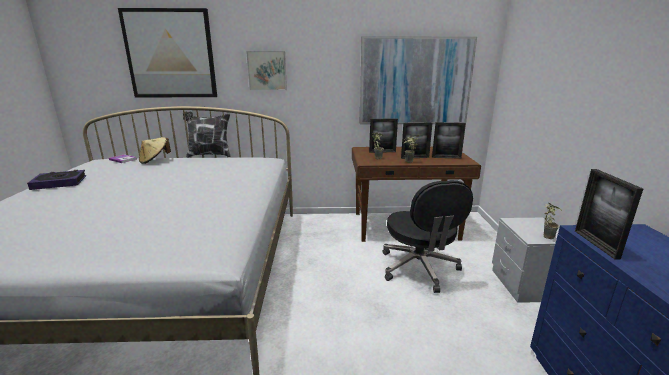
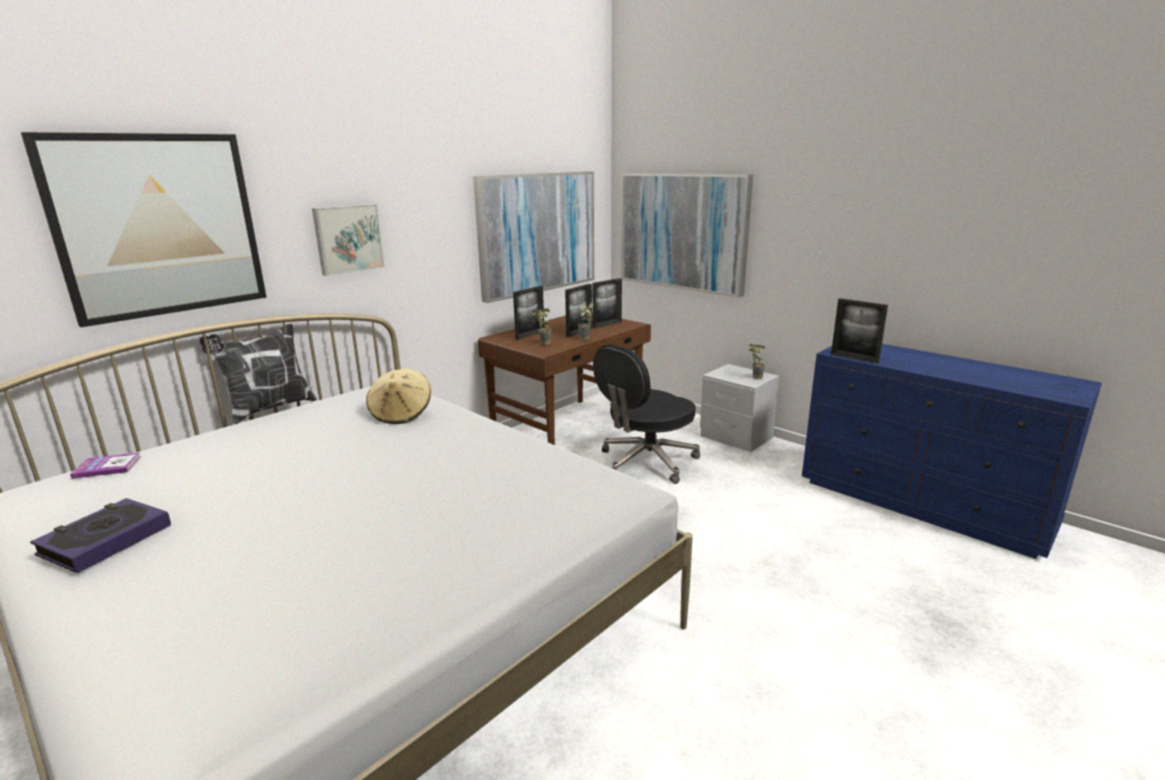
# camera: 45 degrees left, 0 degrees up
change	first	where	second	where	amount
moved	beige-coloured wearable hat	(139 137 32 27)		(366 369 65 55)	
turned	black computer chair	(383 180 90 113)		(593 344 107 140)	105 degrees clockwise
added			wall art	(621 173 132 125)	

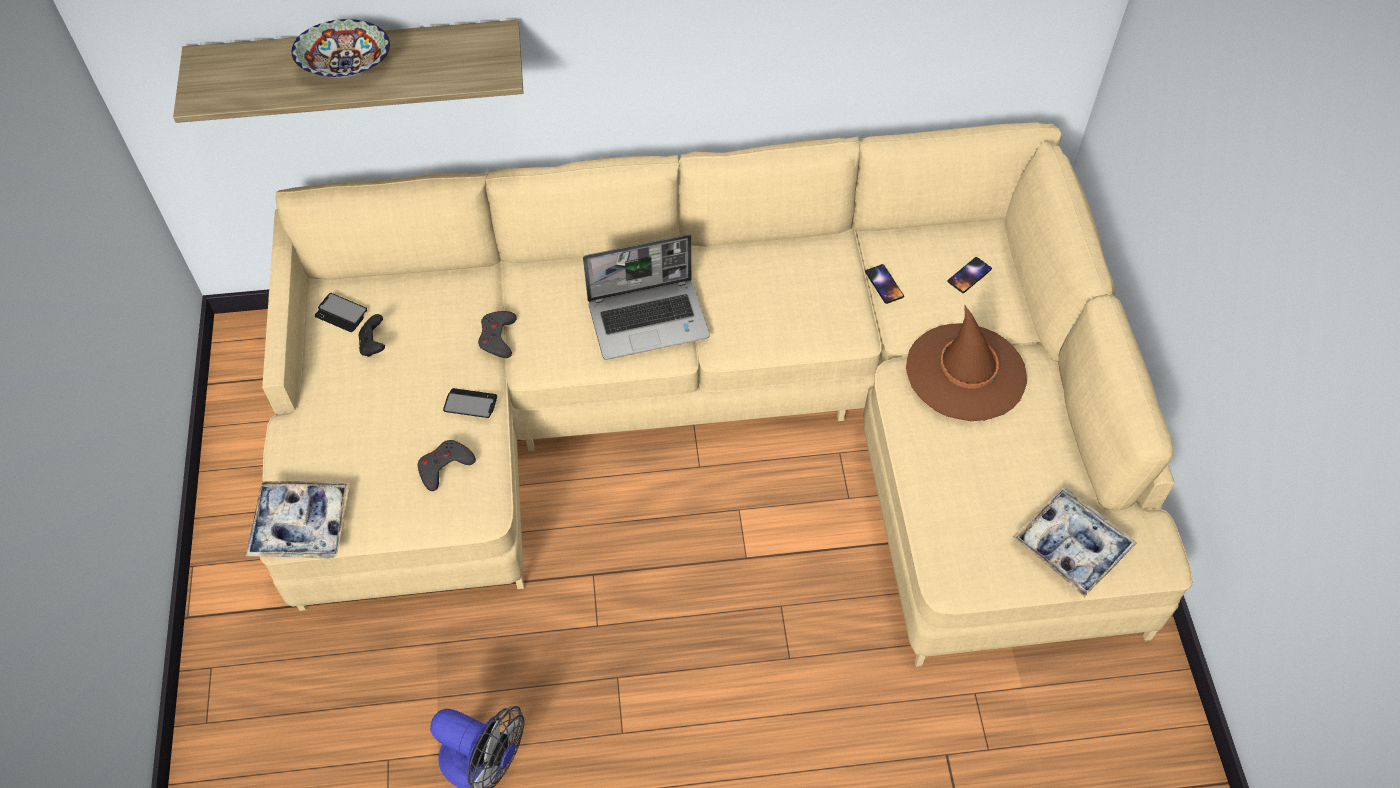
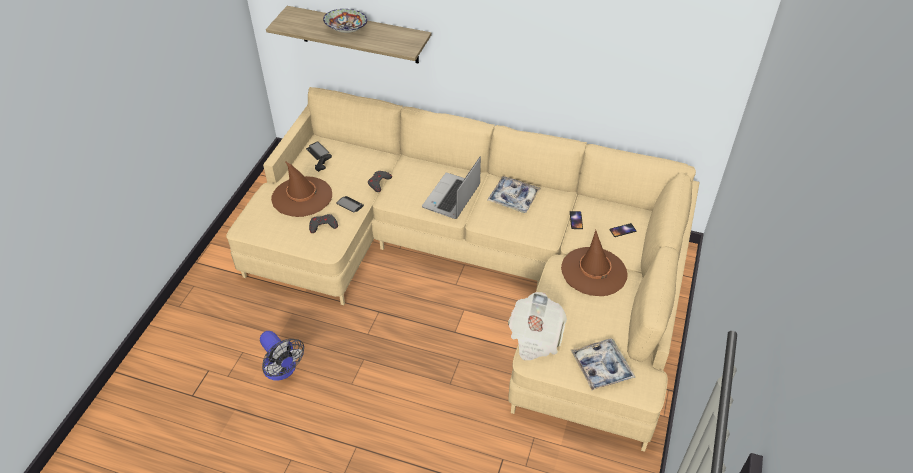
# camera: 25 degrees right, 10 degrees down
change	first	where	second	where	amount
added			brown wearable hat	(271 161 61 56)	
turned	laptop	(583 234 127 126)		(422 156 59 63)	105 degrees clockwise
moved	tray	(246 481 104 78)		(487 176 54 37)	
added			newspaper	(508 292 59 69)	

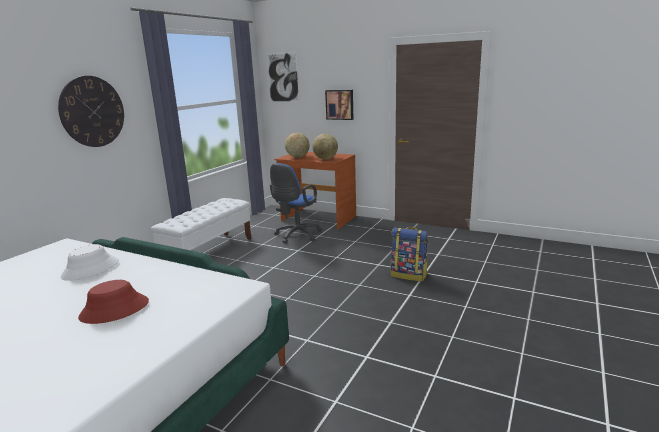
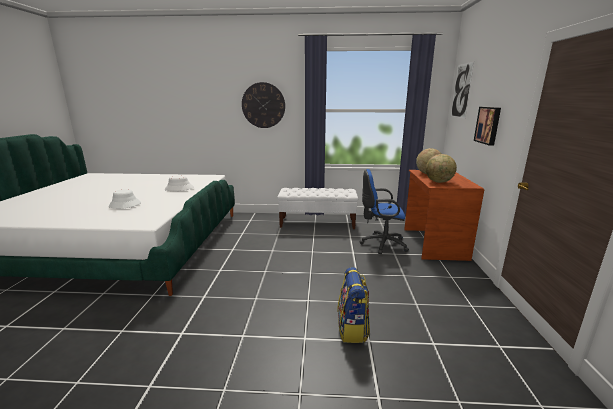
# camera: 65 degrees right, 0 degrees up
change	first	where	second	where	amount
recoloured	red-coloured wearable hat	(78 280 71 44)	white-coloured wearable hat	(109 189 32 20)	

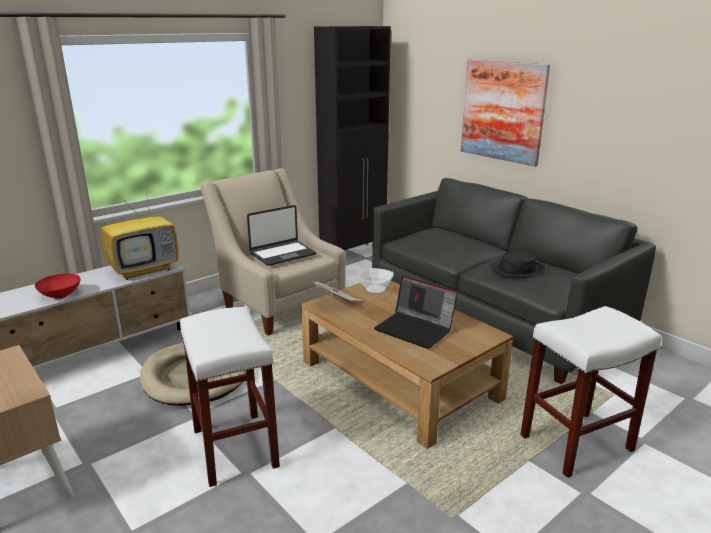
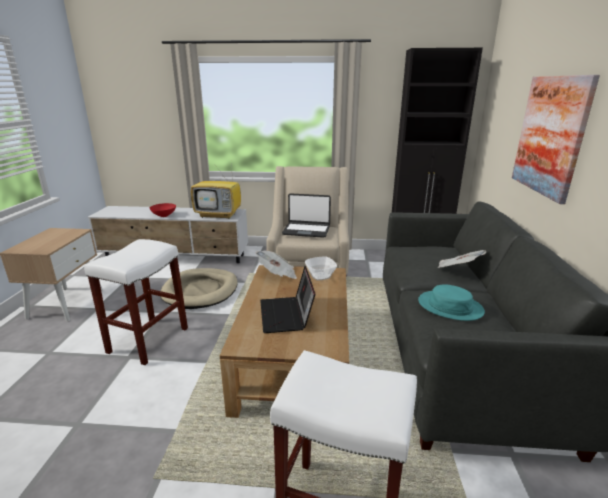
# camera: 45 degrees right, 0 degrees up
change	first	where	second	where	amount
recoloured	black wearable hat	(490 251 56 27)	turquoise wearable hat	(418 284 67 37)	
added			newspaper	(438 250 49 18)	

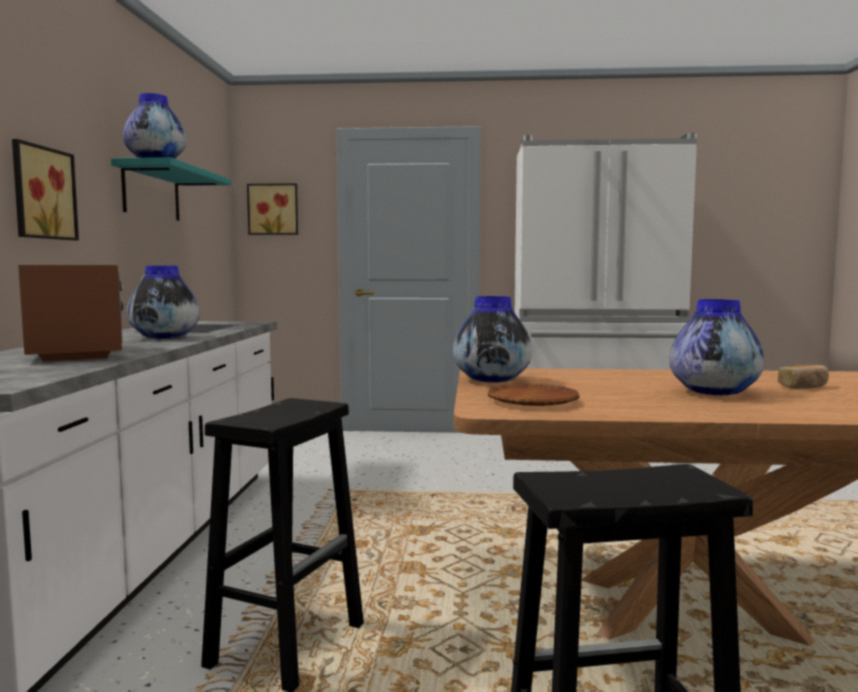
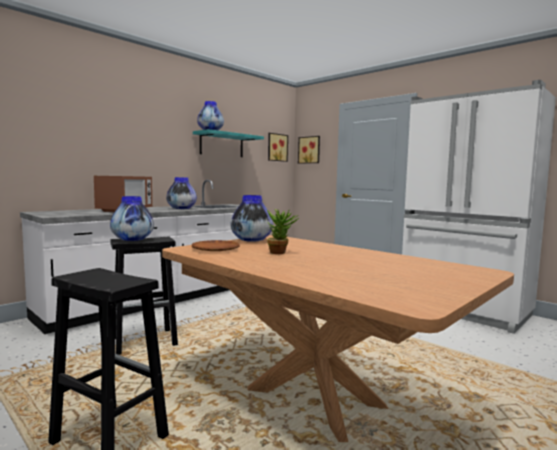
# camera: 40 degrees right, 0 degrees up
change	first	where	second	where	amount
moved	decorative vase	(669 299 95 96)		(110 196 44 45)	
added			houseplant	(266 209 33 45)	
moved	wall art	(12 139 67 102)		(268 133 20 29)	
removed	bread	(778 365 51 24)			

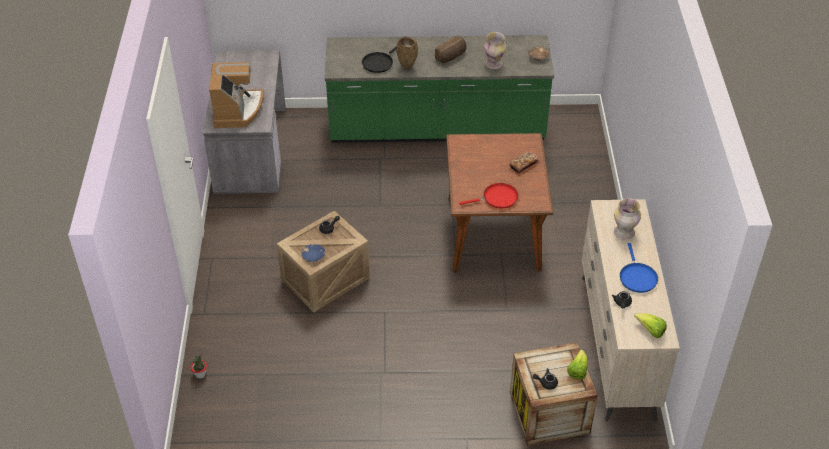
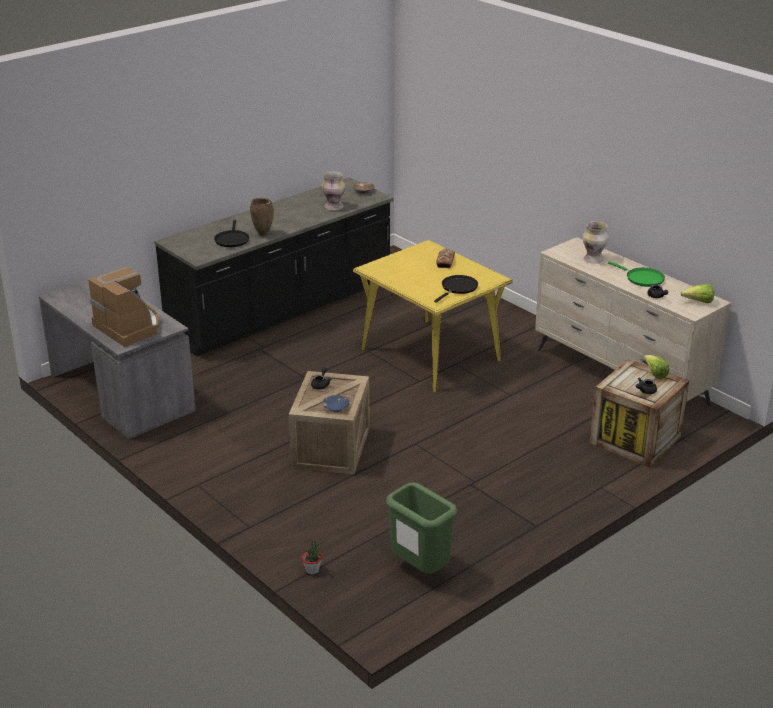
# camera: 40 degrees left, 15 degrees down
change	first	where	second	where	amount
recoloured	green-coloured kitchen base unit	(325 35 229 108)	black kitchen base unit	(154 177 240 179)	
recoloured	brown dining table	(446 133 107 140)	yellow dining table	(353 240 160 152)	
added			green-coloured trash can	(386 482 71 91)	
recoloured	red-coloured frying pan	(459 183 59 25)	black frying pan	(434 275 44 28)	
recoloured	blue frying pan	(620 243 38 50)	green-coloured frying pan	(608 261 57 26)	
removed	bread	(435 35 31 28)			

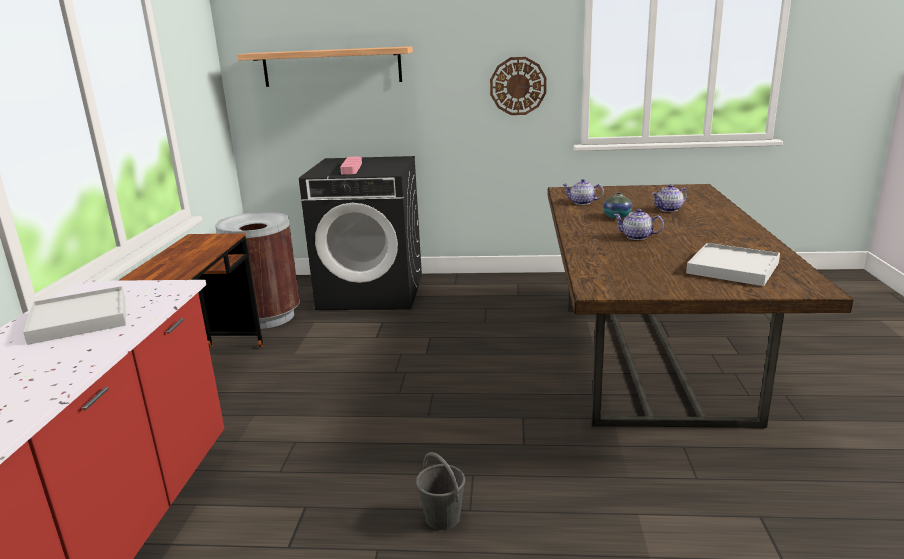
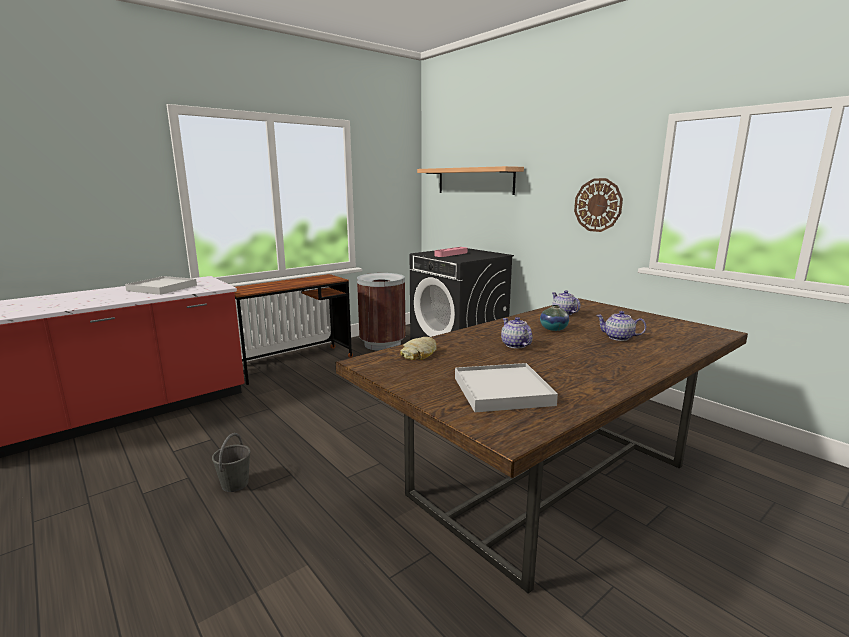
# camera: 45 degrees right, 5 degrees down
change	first	where	second	where	amount
added			bread	(400 337 37 23)	

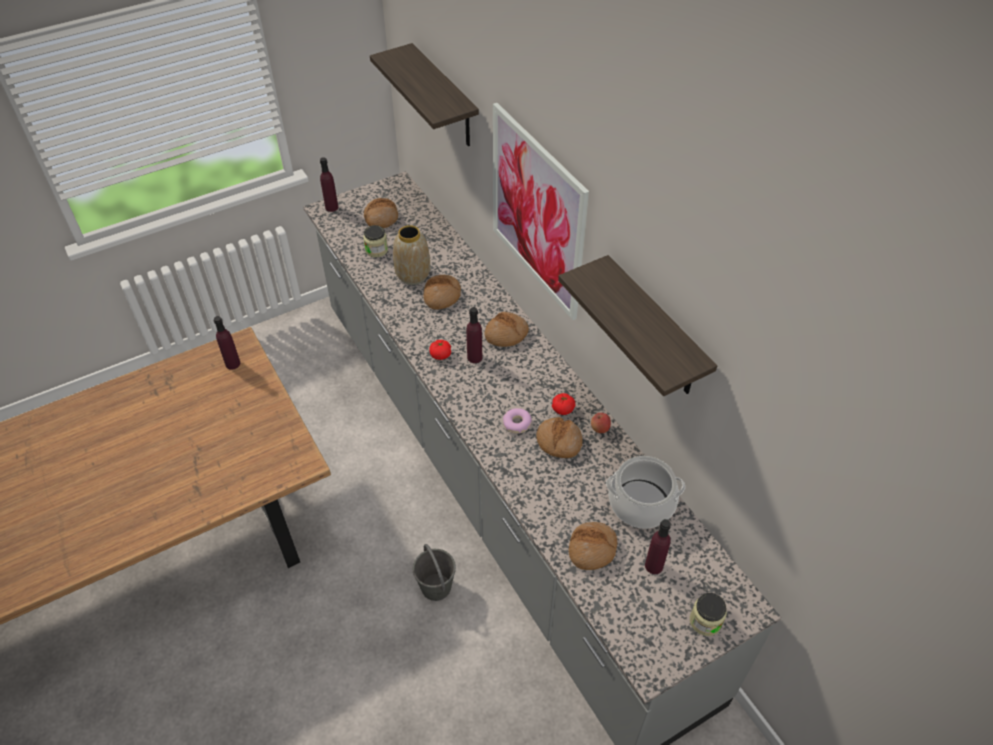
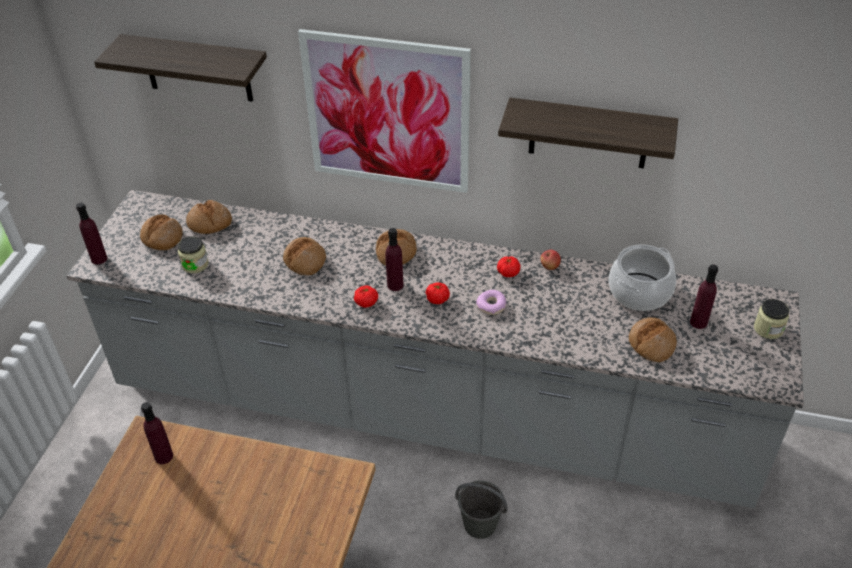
# camera: 45 degrees left, 5 degrees down
change	first	where	second	where	amount
moved	bread	(536 417 47 41)		(186 200 46 34)	
added			tomato	(426 283 24 21)	
removed	decorative vase	(393 225 37 60)			

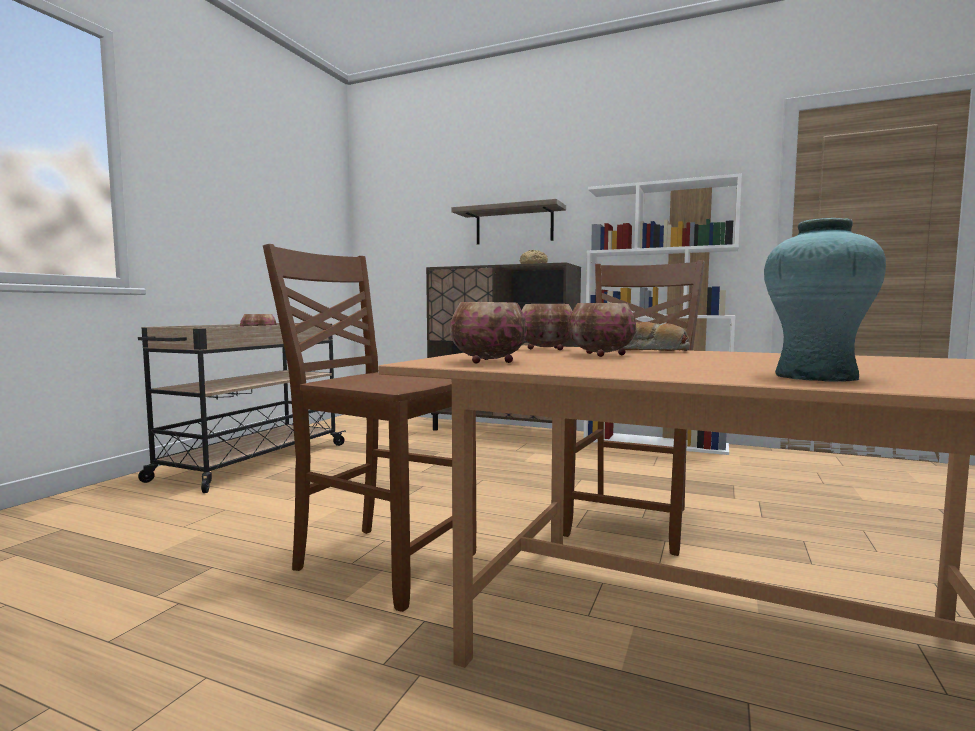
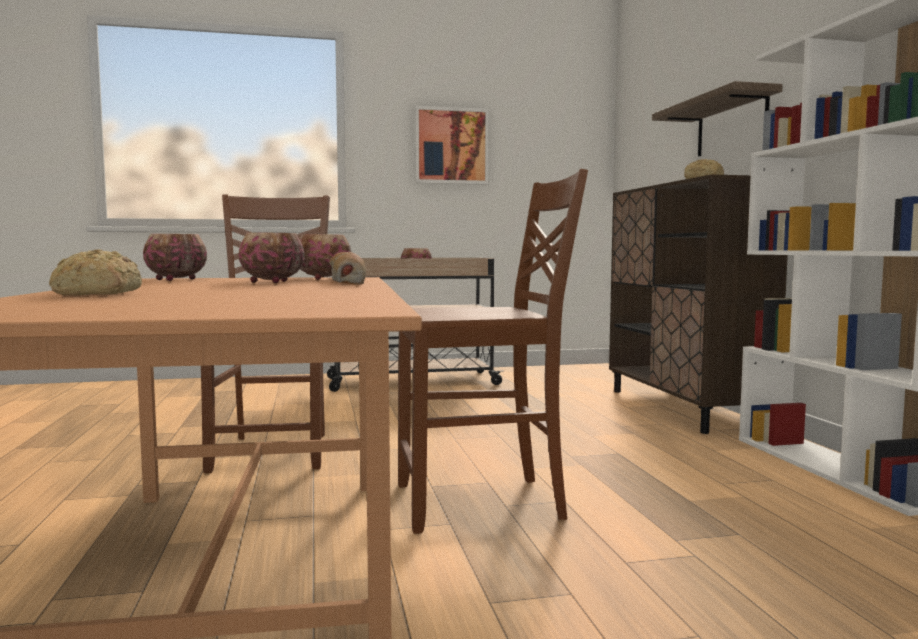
# camera: 55 degrees right, 0 degrees up
change	first	where	second	where	amount
replaced	turquoise decorative vase	(764 218 122 163)	bread	(49 249 93 47)	
added			wall art	(415 106 74 79)	

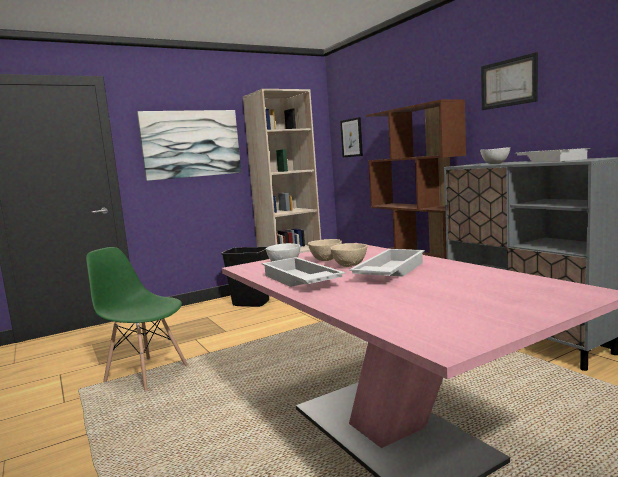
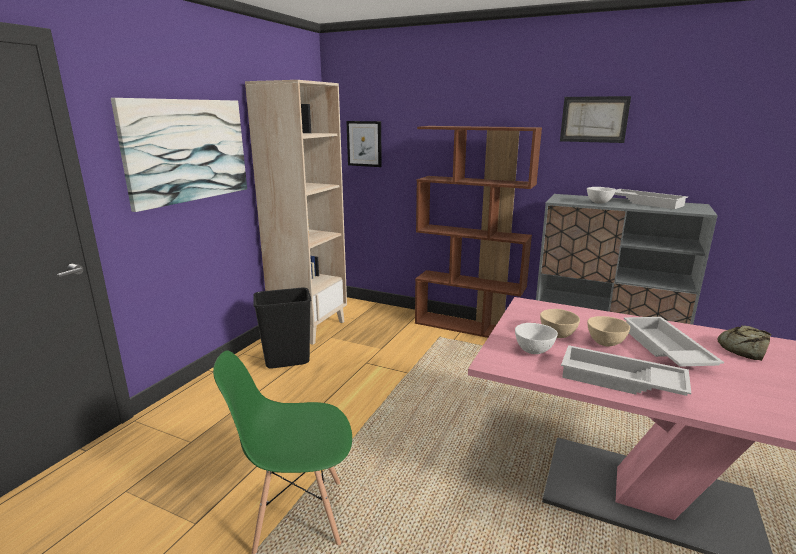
# camera: 35 degrees left, 10 degrees up
change	first	where	second	where	amount
added			bread	(718 325 53 36)	

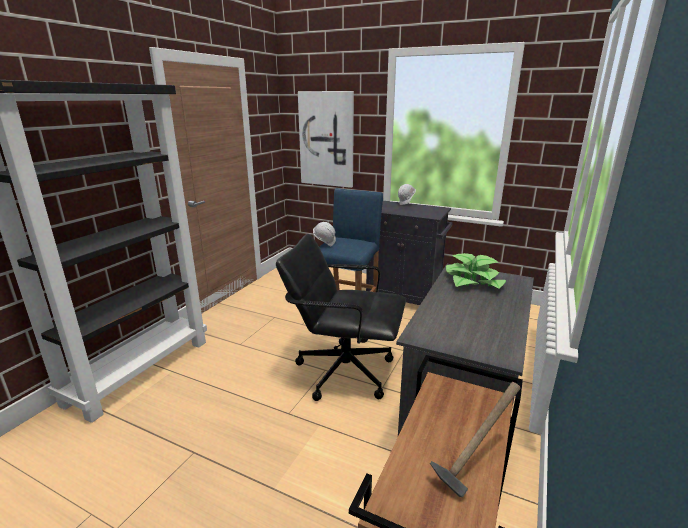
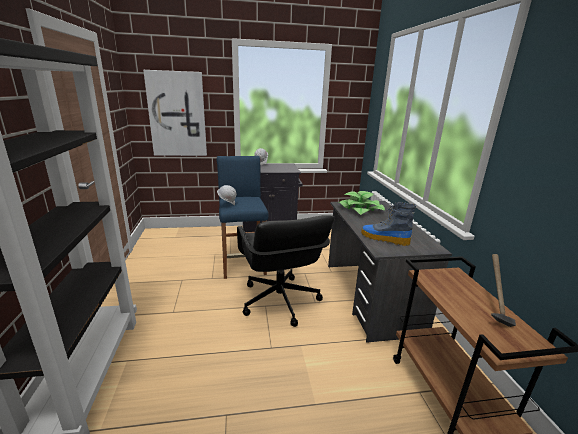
# camera: 35 degrees left, 0 degrees up
change	first	where	second	where	amount
turned	black computer chair	(276 234 130 167)		(237 215 98 112)	90 degrees counterclockwise
added			boot	(361 202 55 44)	

